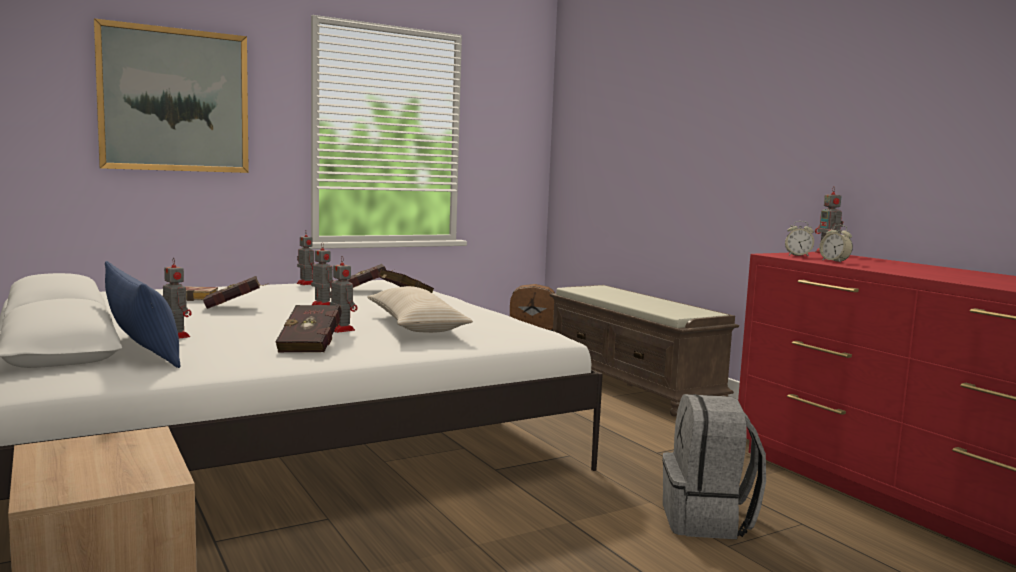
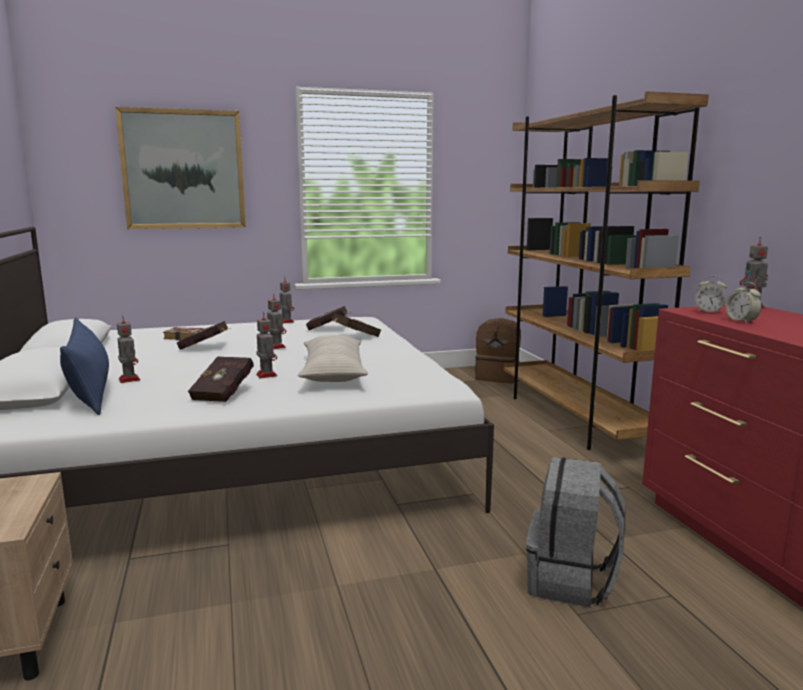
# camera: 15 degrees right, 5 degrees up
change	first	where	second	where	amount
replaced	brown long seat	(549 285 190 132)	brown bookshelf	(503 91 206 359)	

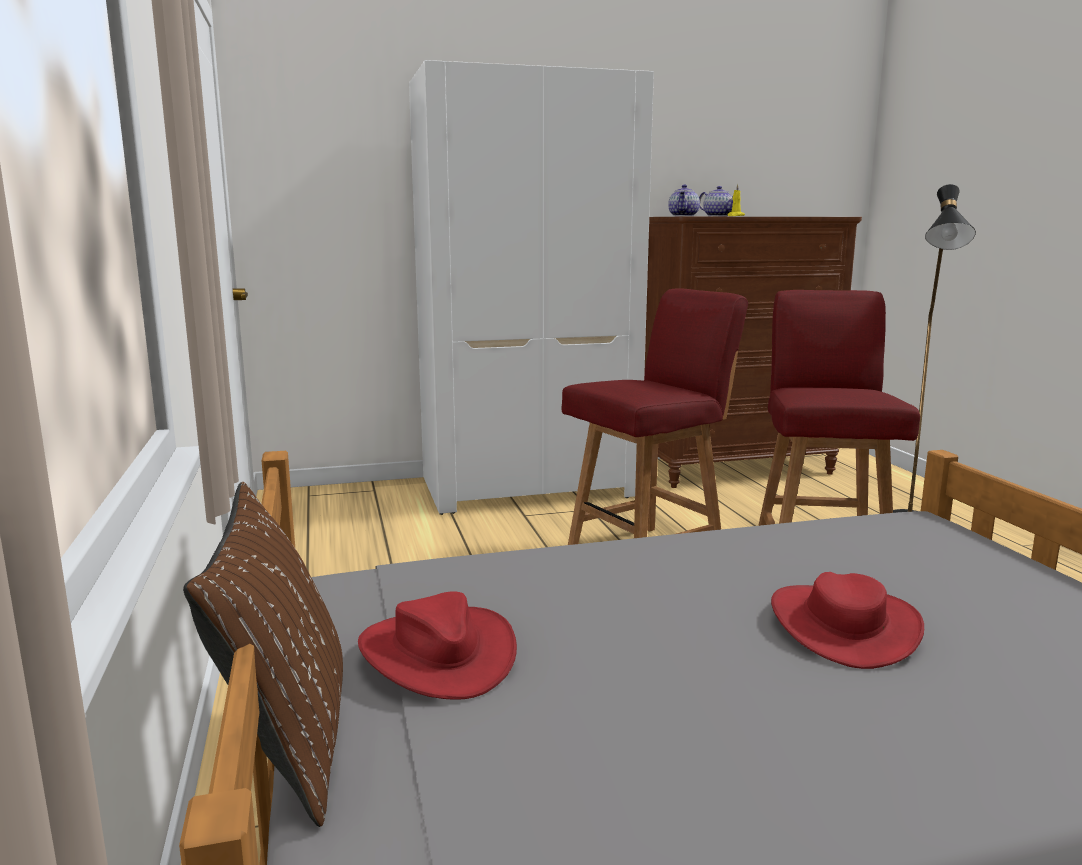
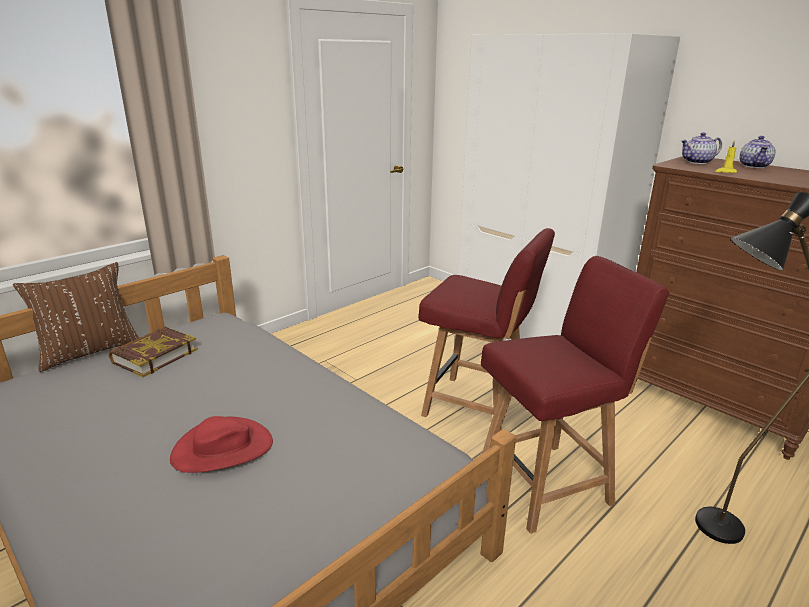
# camera: 60 degrees right, 10 degrees up
change	first	where	second	where	amount
replaced	red-coloured wearable hat	(358 591 159 109)	book	(109 327 89 50)	

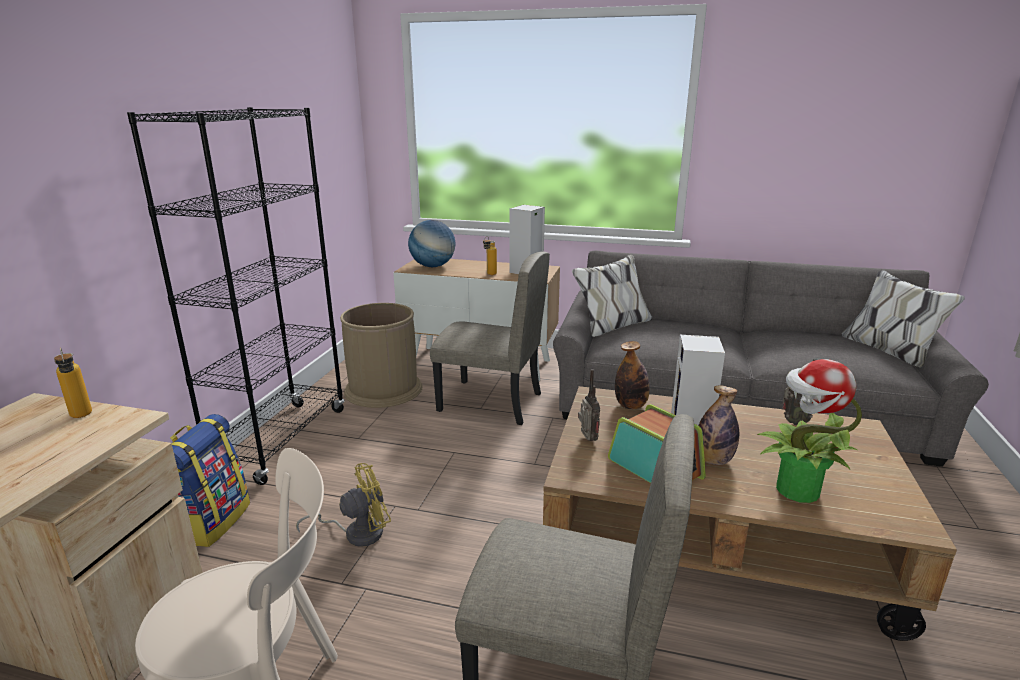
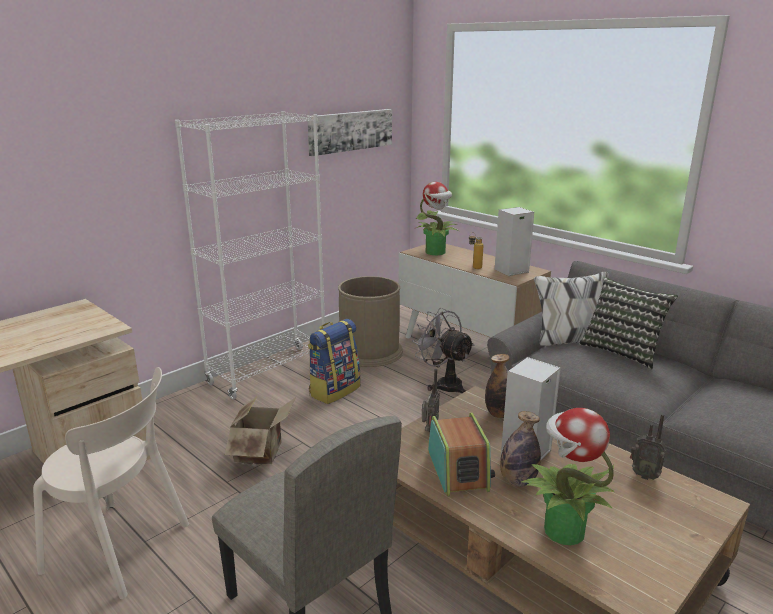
# camera: 30 degrees right, 0 degrees up
change	first	where	second	where	amount
recoloured	black bookshelf	(127 107 218 378)	white-coloured bookshelf	(175 111 150 289)	
replaced	yellow cooling fan	(296 463 95 84)	cardboard box	(224 395 72 70)	
added			wall art	(307 109 85 47)	
moved	backpack	(170 414 80 133)		(308 319 52 85)	
replaced	beige-coloured plain chair	(430 251 120 174)	gray cooling fan	(412 308 63 85)	
replaced	world globe	(408 220 47 47)	houseplant	(416 182 44 73)	
added			throw pillow	(579 277 99 92)	
removed	beverage bottle	(54 348 38 70)			

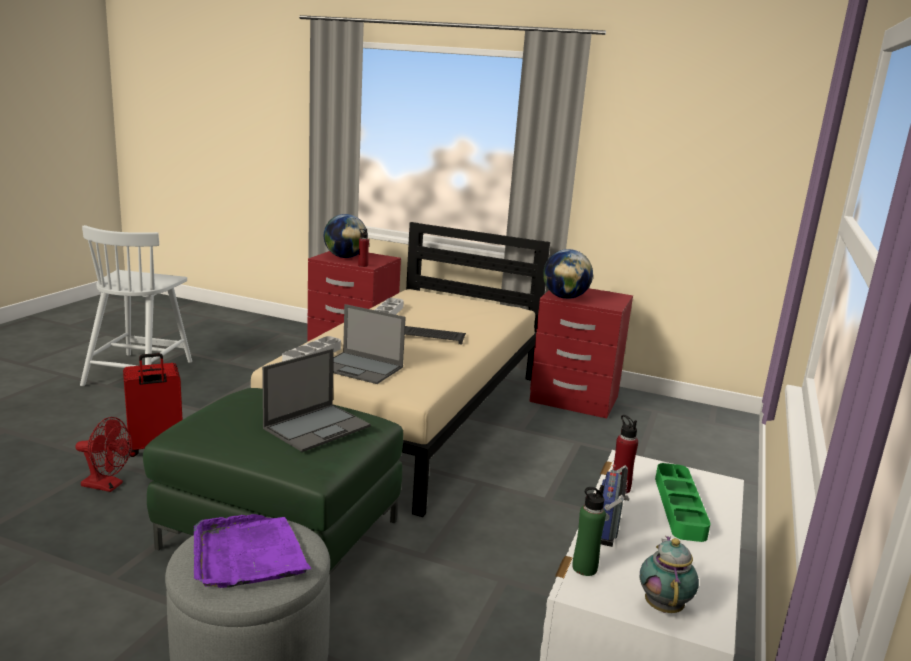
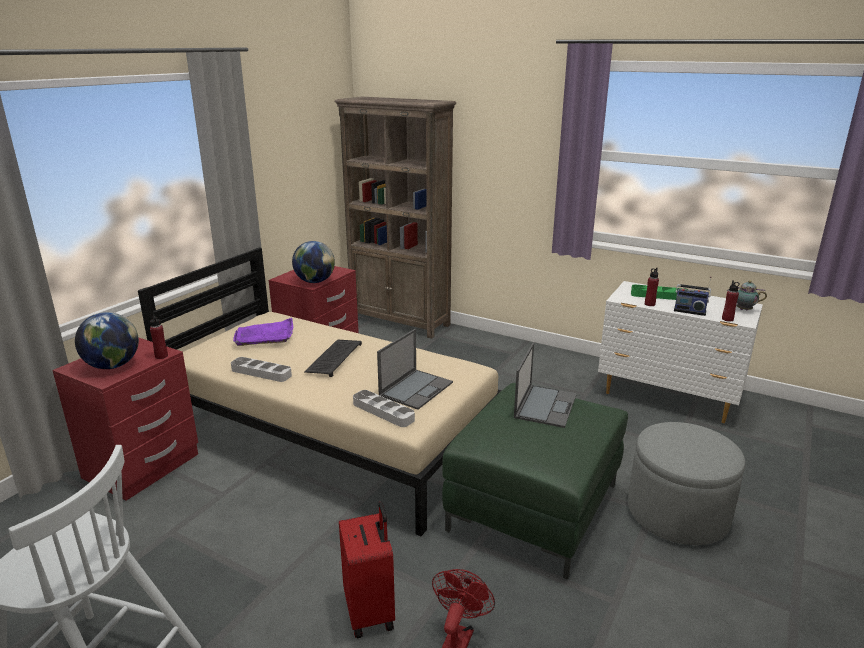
# camera: 80 degrees left, 5 degrees up
change	first	where	second	where	amount
moved	purple-coloured tray	(194 514 117 74)		(233 318 60 28)	
added			brown bookshelf	(334 97 122 242)	
turned	laptop	(262 348 109 104)		(514 343 63 85)	60 degrees clockwise
recoloured	green-coloured beverage bottle	(572 485 34 91)	red-coloured beverage bottle	(722 280 18 42)	

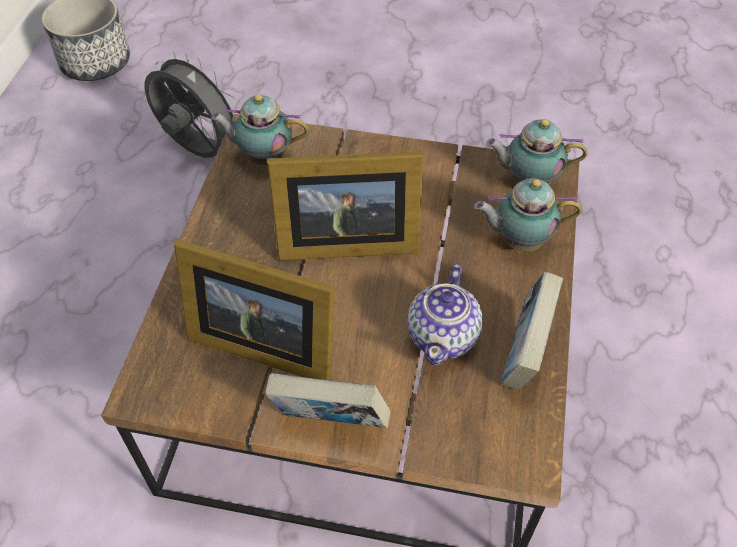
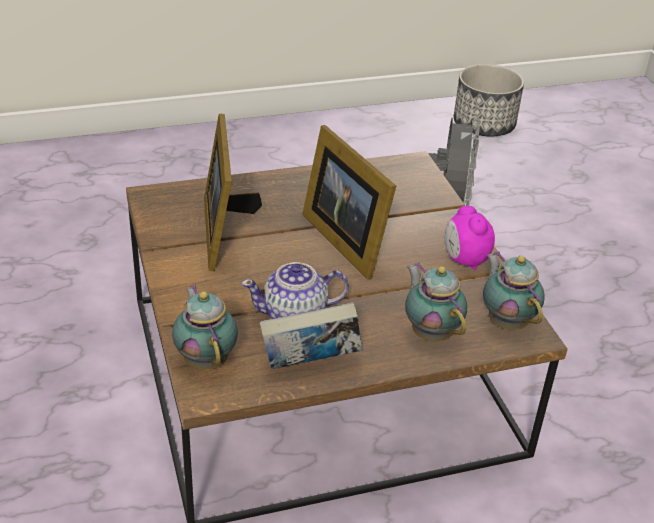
# camera: 60 degrees right, 15 degrees down
change	first	where	second	where	amount
moved	teapot	(211 94 98 71)		(172 285 66 85)	
added			table clock	(445 206 50 65)	
removed	book	(265 373 125 55)			

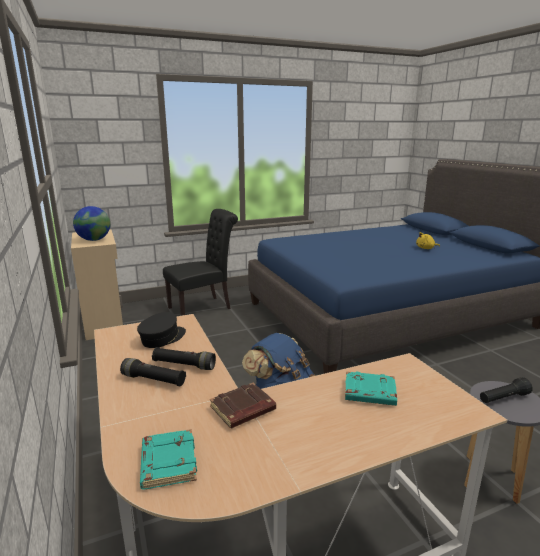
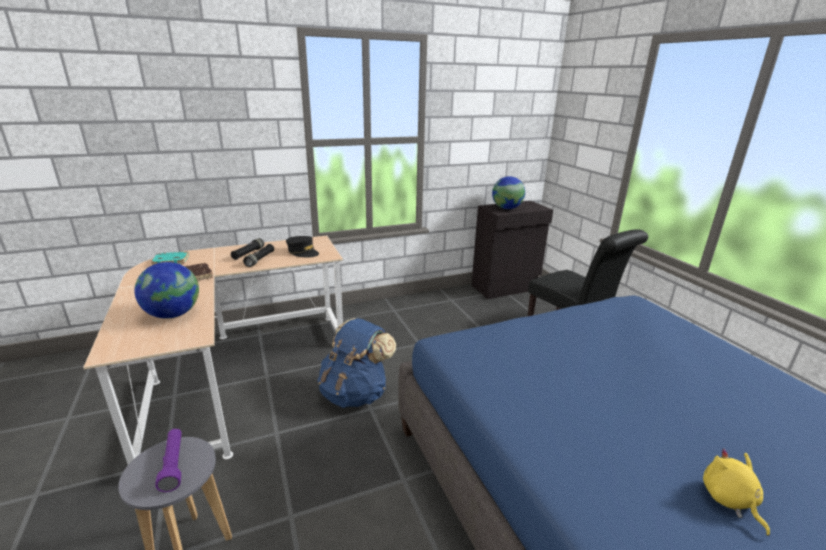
# camera: 90 degrees right, 5 degrees up
change	first	where	second	where	amount
replaced	turquoise book	(345 371 52 35)	world globe	(134 262 65 57)	
recoloured	black torch	(480 377 53 26)	purple-coloured torch	(155 429 27 63)	
recoloured	beige-coloured cabinet	(71 230 52 110)	black cabinet	(471 201 82 98)	

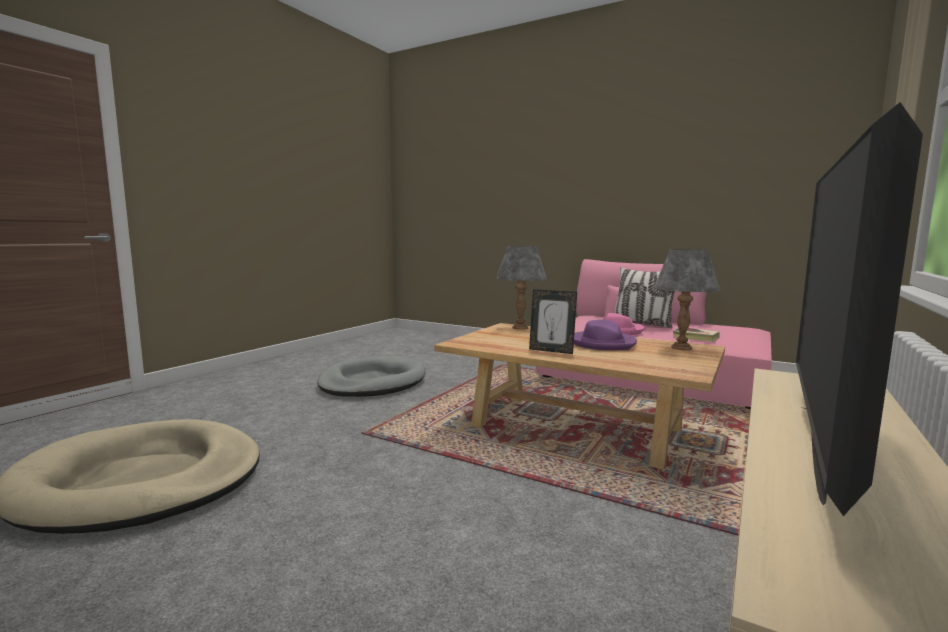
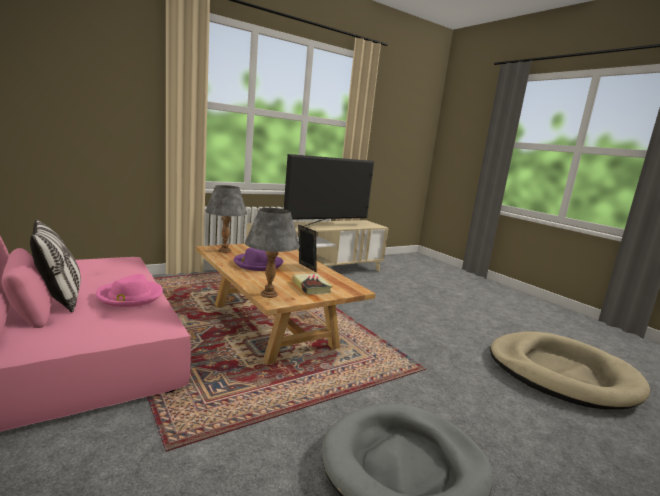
# camera: 155 degrees left, 5 degrees up
change	first	where	second	where	amount
moved	book	(673 328 47 14)		(292 273 40 22)	

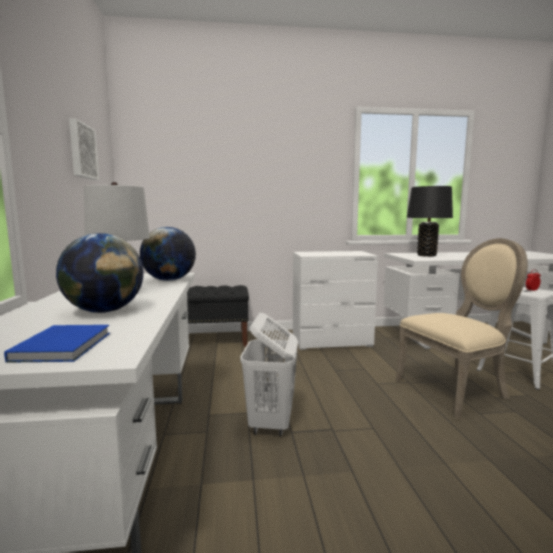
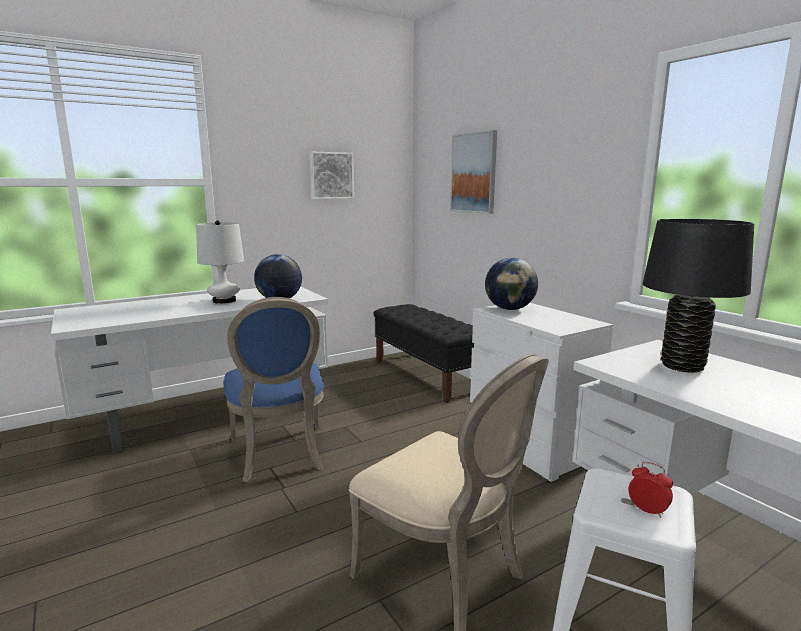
# camera: 65 degrees right, 5 degrees up
change	first	where	second	where	amount
replaced	white-coloured laundry basket	(240 313 58 124)	blue plain chair	(223 297 101 185)	
added			wall art	(450 130 47 84)	
moved	world globe	(56 233 87 80)		(485 258 53 52)	
removed	blue book	(4 325 106 38)			

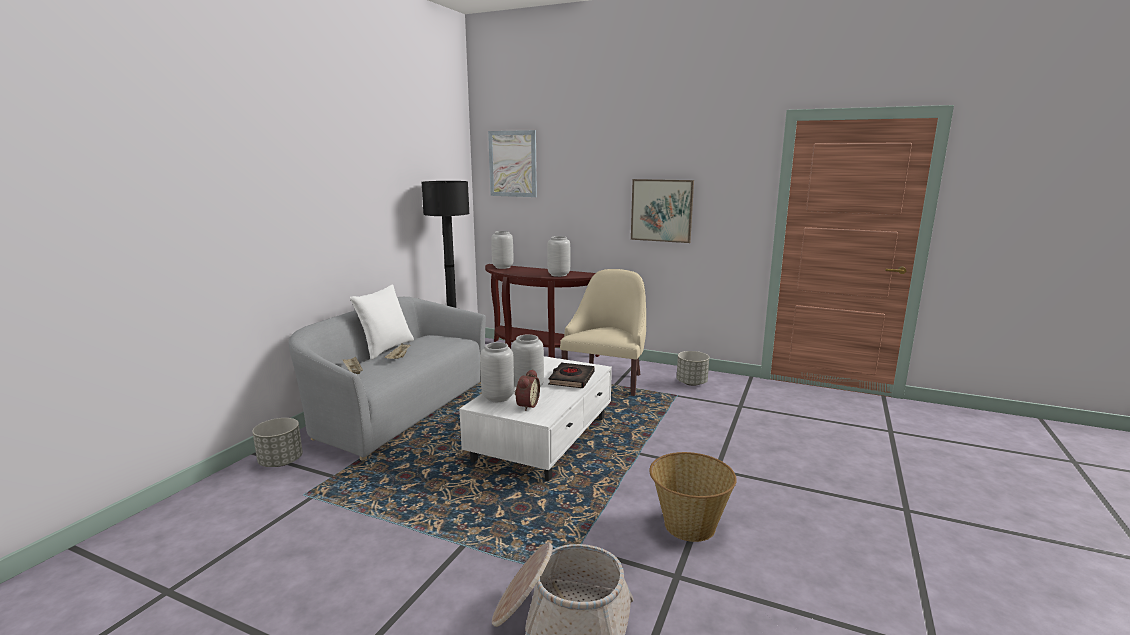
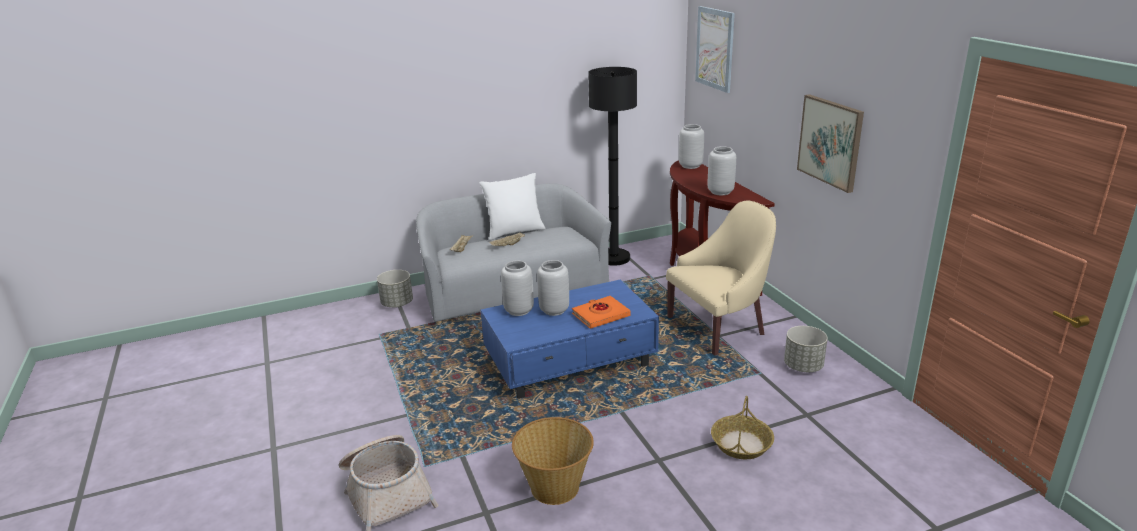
# camera: 45 degrees right, 10 degrees up
change	first	where	second	where	amount
recoloured	white-coloured coffee table	(459 356 153 126)	blue coffee table	(481 280 178 119)	
recoloured	black book	(548 363 47 25)	orange-coloured book	(572 296 59 33)	
added			storage basket	(711 396 63 63)	
removed	table clock	(515 369 25 42)			

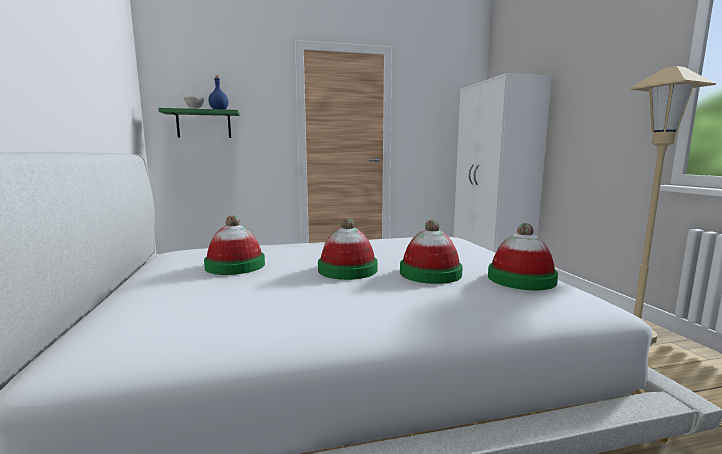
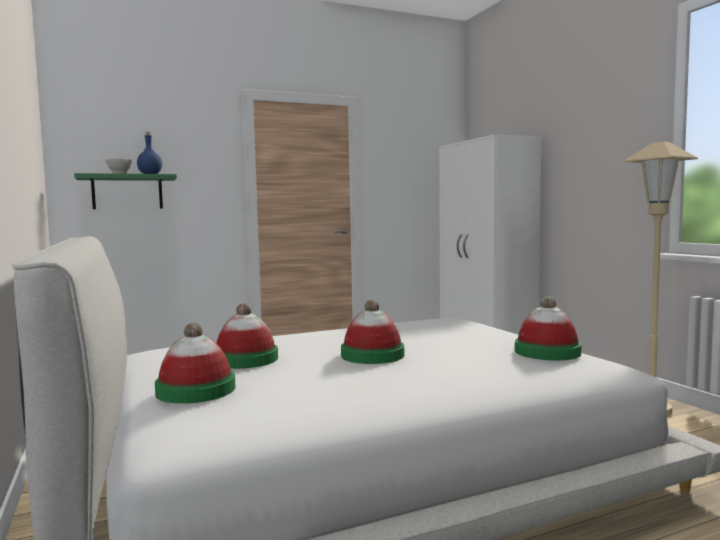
# camera: 10 degrees left, 5 degrees down
change	first	where	second	where	amount
moved	wearable hat	(400 220 63 64)		(155 323 80 81)	

